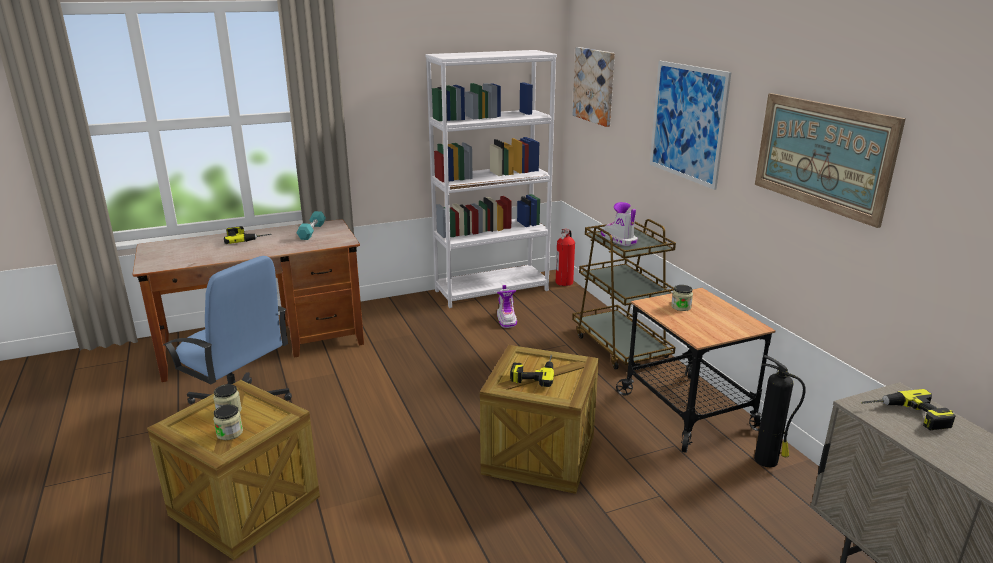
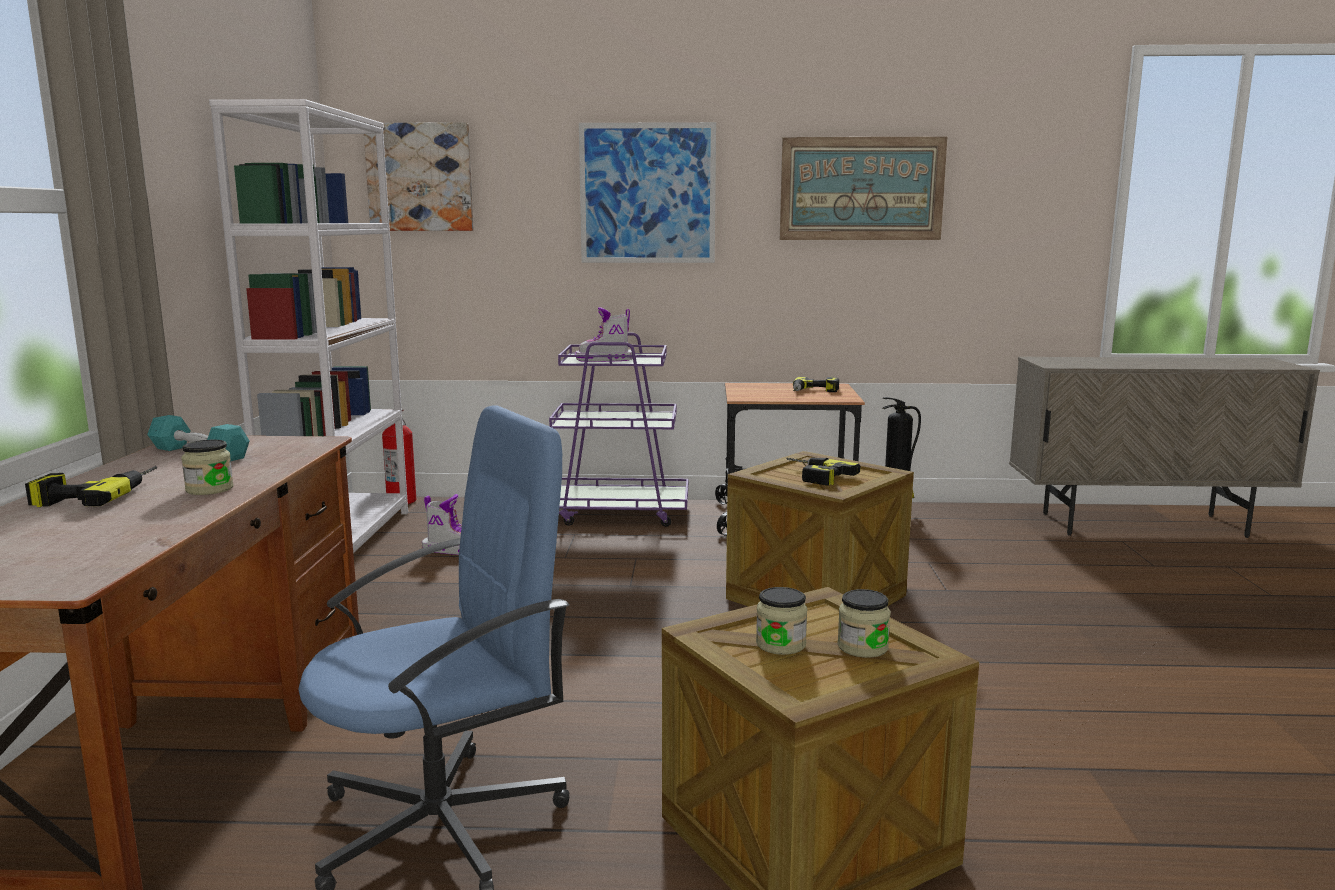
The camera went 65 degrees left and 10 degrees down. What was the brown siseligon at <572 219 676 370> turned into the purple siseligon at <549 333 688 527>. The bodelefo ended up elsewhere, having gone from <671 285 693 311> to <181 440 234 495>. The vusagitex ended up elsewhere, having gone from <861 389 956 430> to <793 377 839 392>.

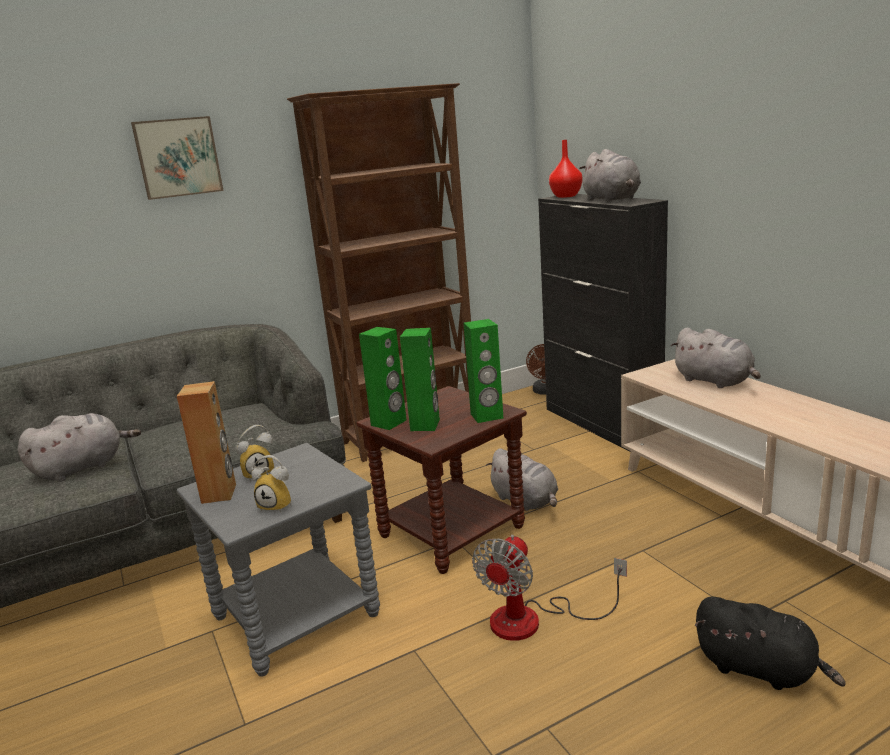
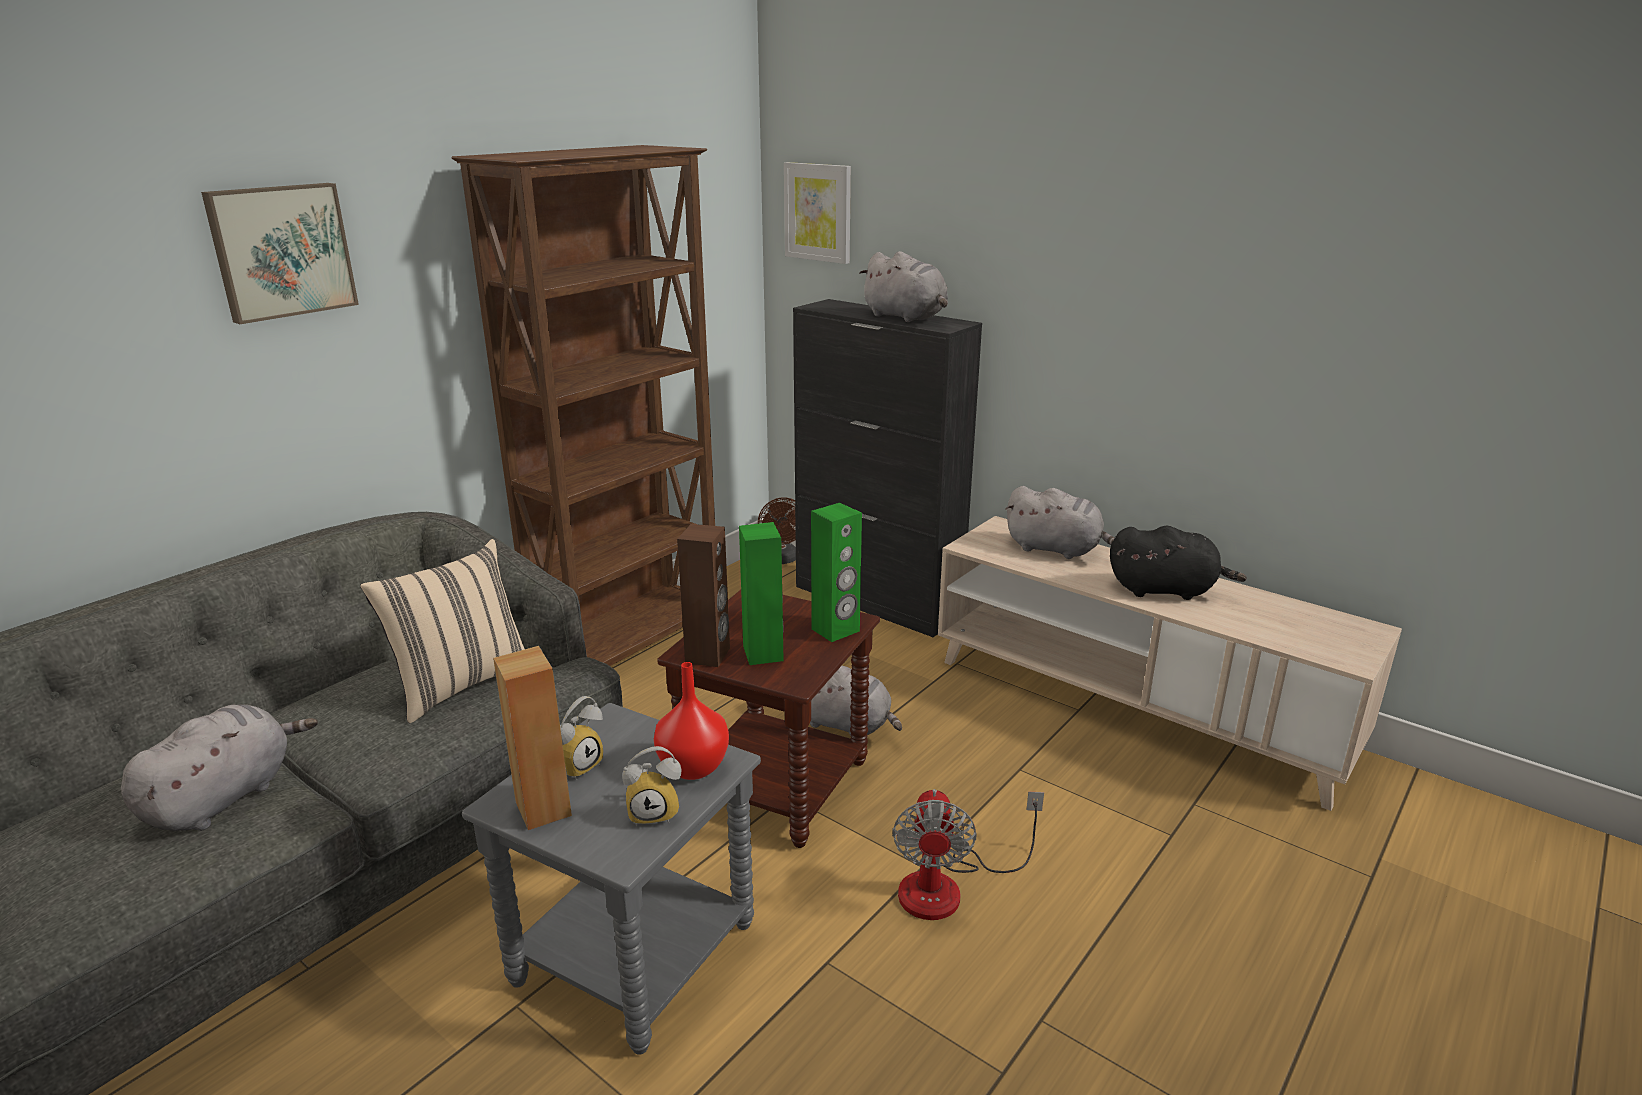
The camera went 25 degrees left and 5 degrees up. What was the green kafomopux at <359 327 406 430> turned into the brown kafomopux at <677 524 730 667>. The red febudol ended up elsewhere, having gone from <549 140 583 198> to <654 662 729 780>. The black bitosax ended up elsewhere, having gone from <694 596 846 690> to <1110 526 1247 600>. The second view gained the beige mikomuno at <360 539 525 723>. The second view gained the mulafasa at <784 162 851 264>.

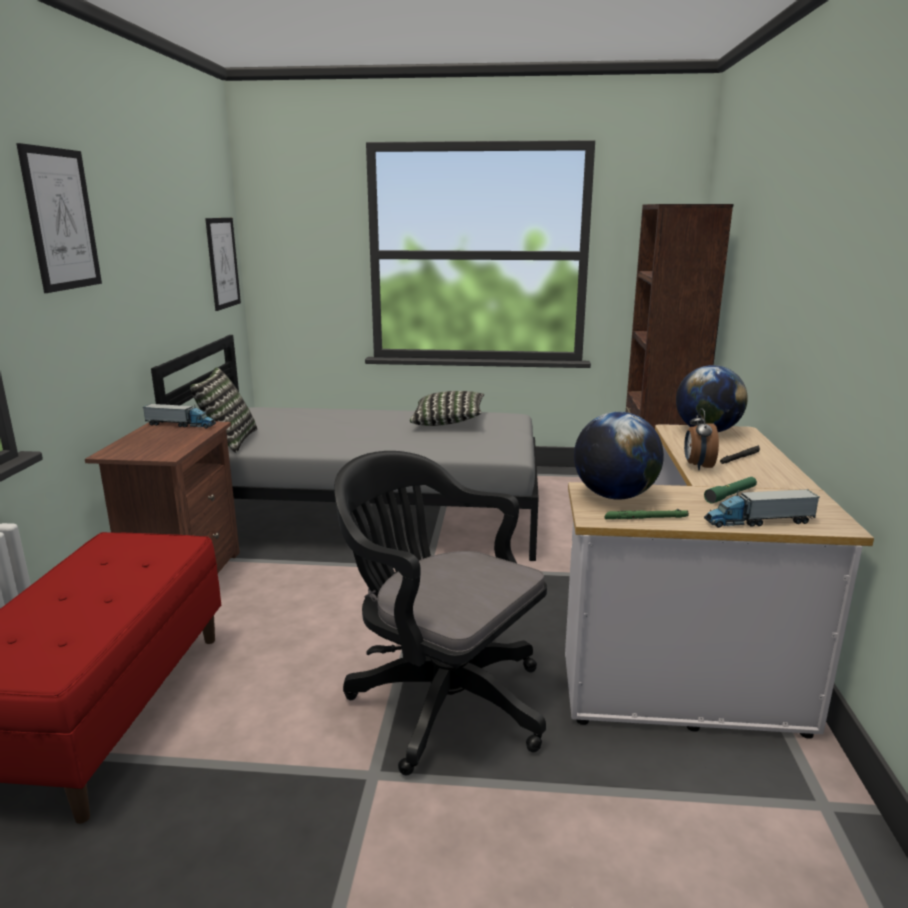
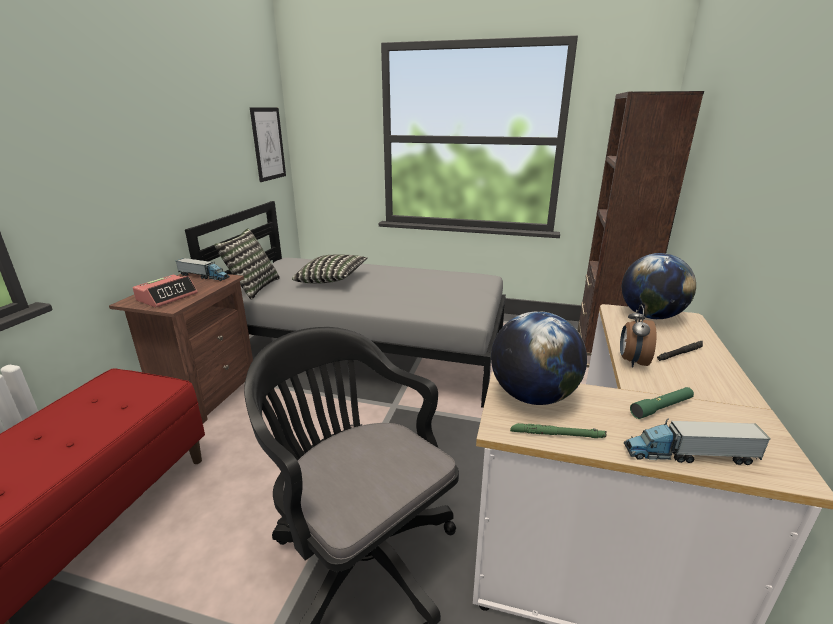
The camera went 10 degrees right and 5 degrees up. The second view lost the mulafasa at <16 143 102 293>. The mikomuno ended up elsewhere, having gone from <410 391 484 426> to <292 255 368 284>. The second view gained the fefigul at <133 275 198 307>.

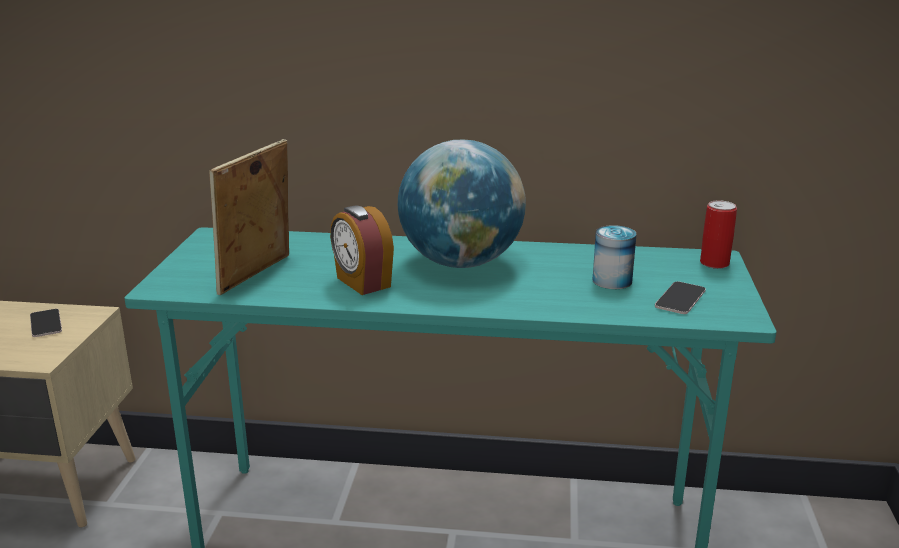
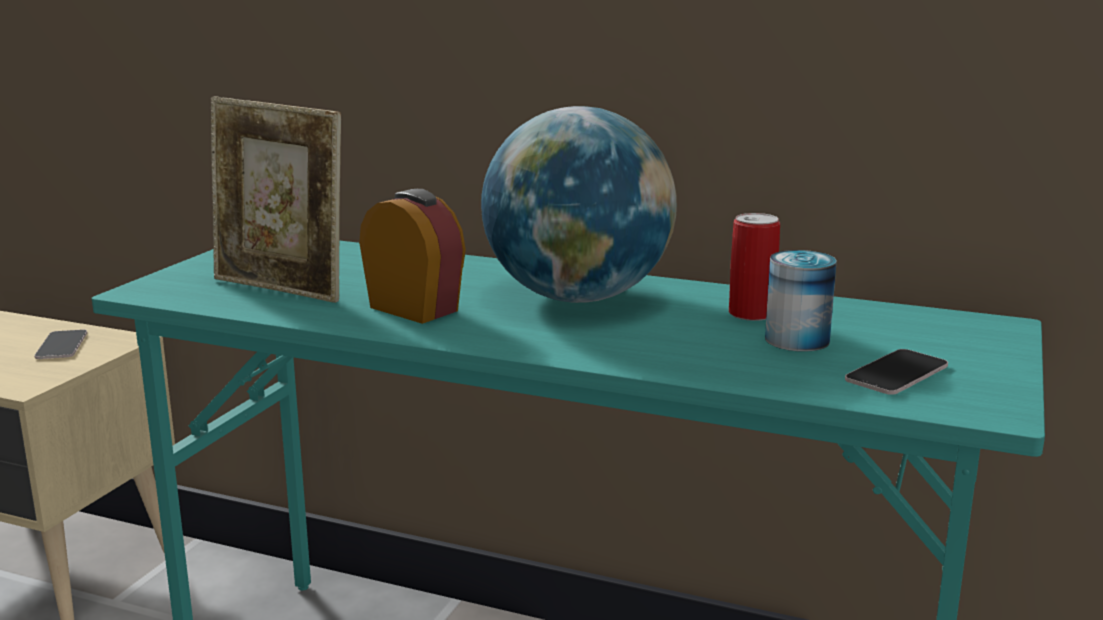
The camera went 15 degrees right and 5 degrees down. The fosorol at <209 139 289 295> ended up facing another way, 105 degrees counterclockwise from before. The fefigul at <330 205 394 295> ended up facing another way, 150 degrees clockwise from before. The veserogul ended up elsewhere, having gone from <700 200 737 269> to <729 213 780 321>.

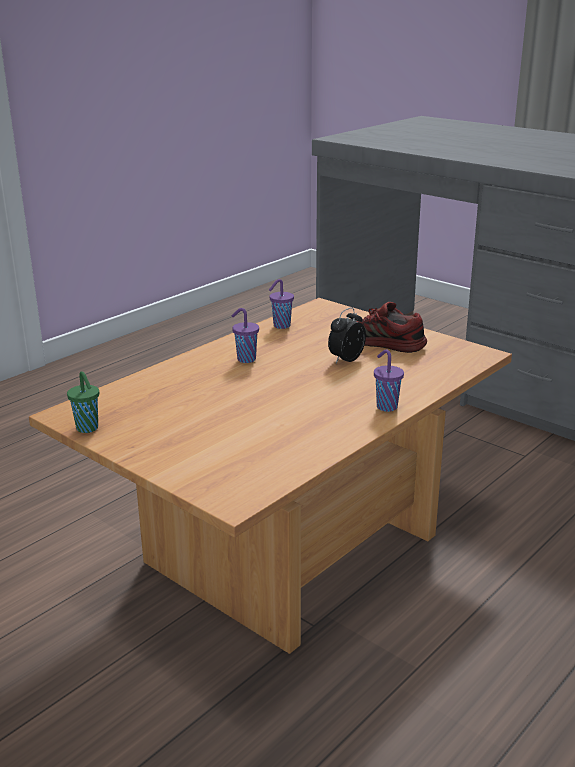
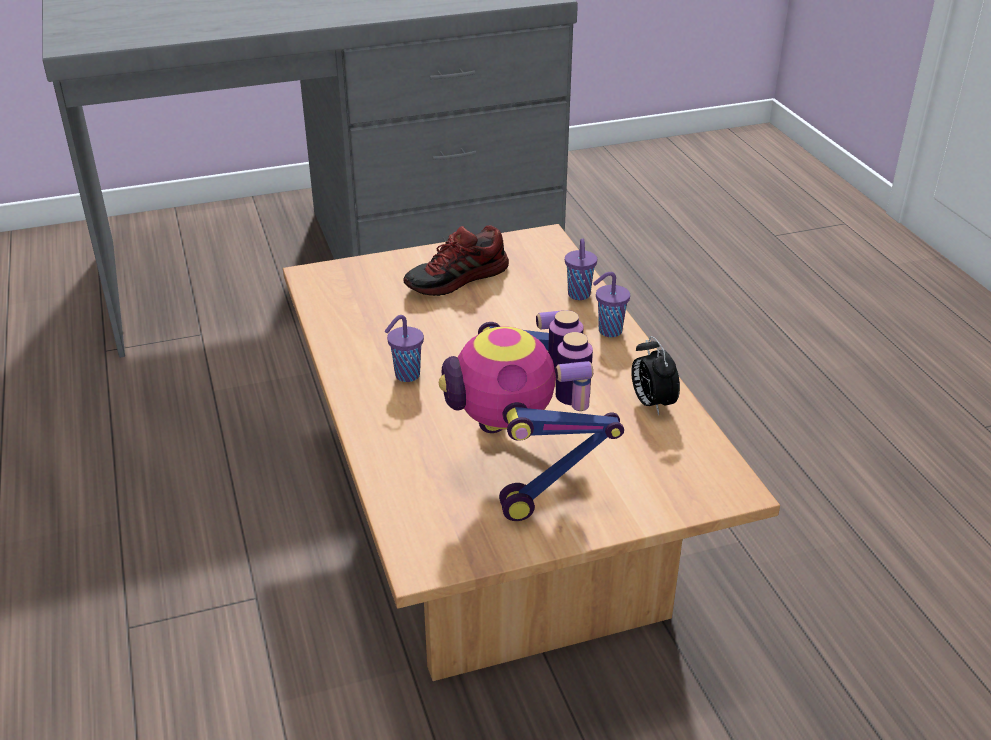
The camera went 60 degrees left and 10 degrees up. The second view lost the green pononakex at <67 371 99 433>. The purple pononakex ended up elsewhere, having gone from <269 279 294 329> to <565 238 597 300>. The fefigul ended up elsewhere, having gone from <328 308 366 363> to <631 336 680 415>. The second view gained the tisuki at <439 310 624 521>.

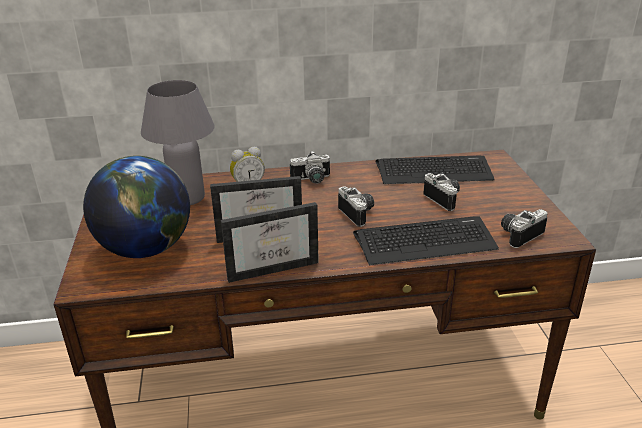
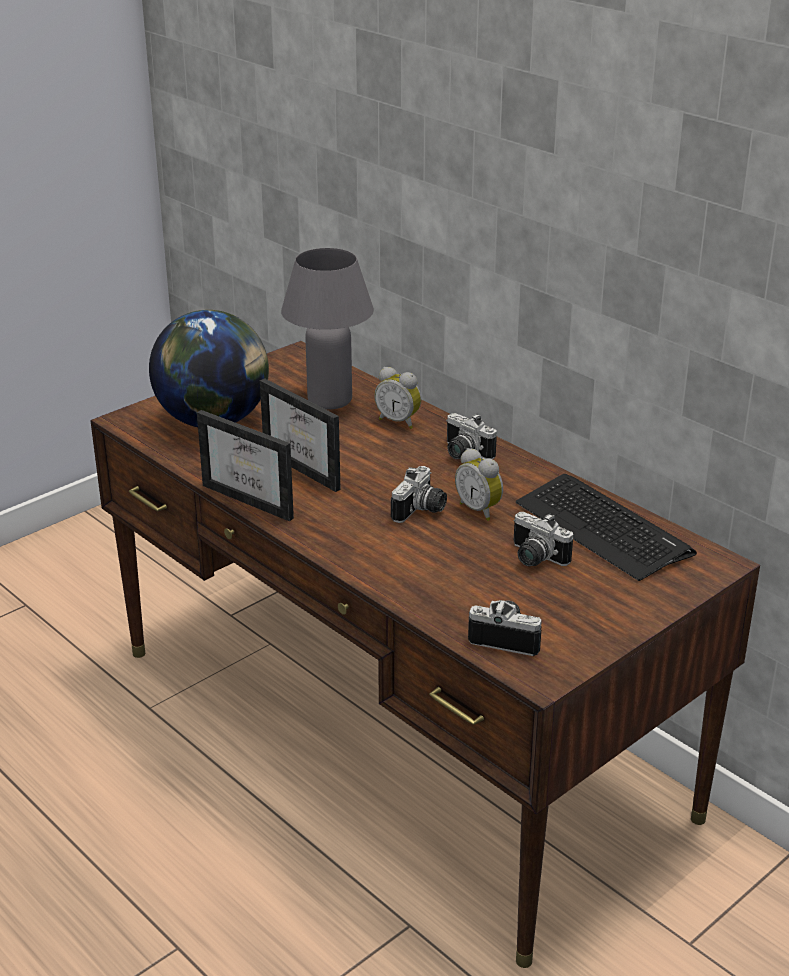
The camera went 55 degrees right and 0 degrees up. The second view lost the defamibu at <353 217 499 265>. The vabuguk at <423 173 460 211> ended up facing another way, 105 degrees clockwise from before. The second view gained the fefigul at <455 448 503 521>.

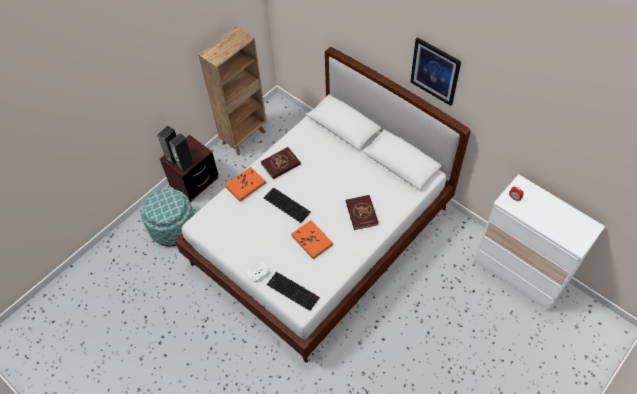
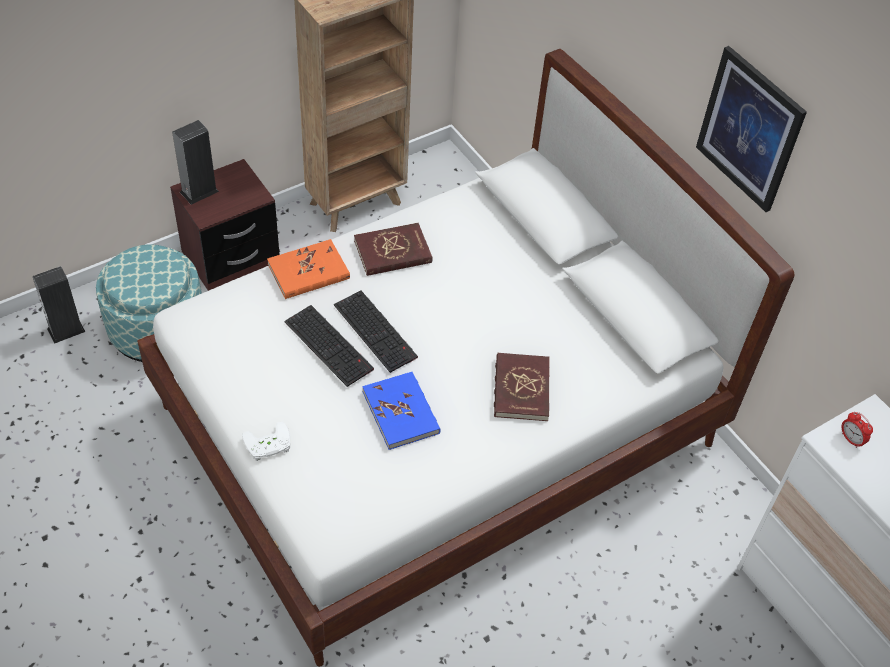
The camera went 10 degrees right and 5 degrees down. The kafomopux ended up elsewhere, having gone from <169 133 195 172> to <32 266 85 344>. The defamibu ended up elsewhere, having gone from <267 272 320 311> to <285 305 374 387>. What was the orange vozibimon at <291 220 333 259> turned into the blue vozibimon at <362 371 441 450>.

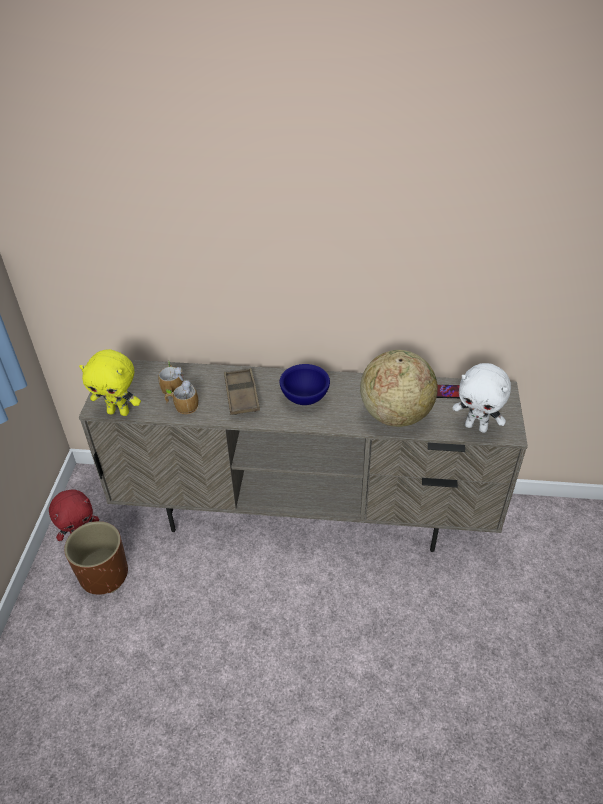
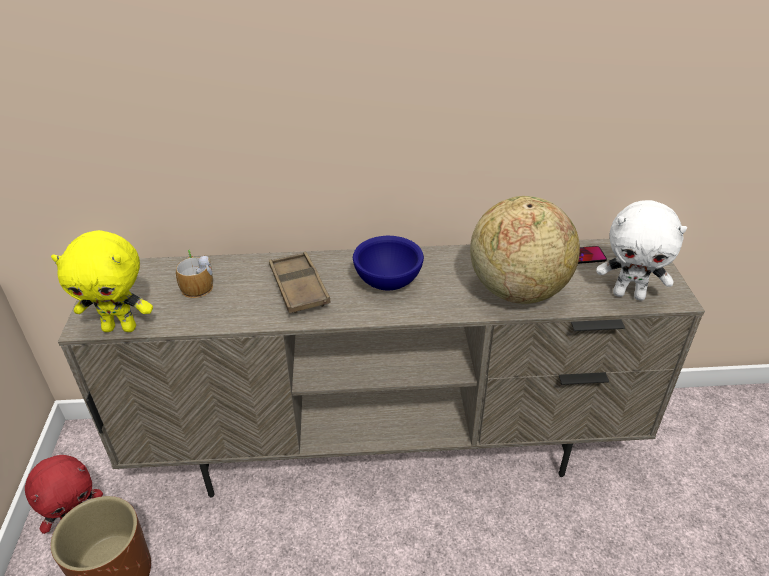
The camera went 10 degrees left and 5 degrees down. The second view lost the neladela at <164 380 198 414>.

